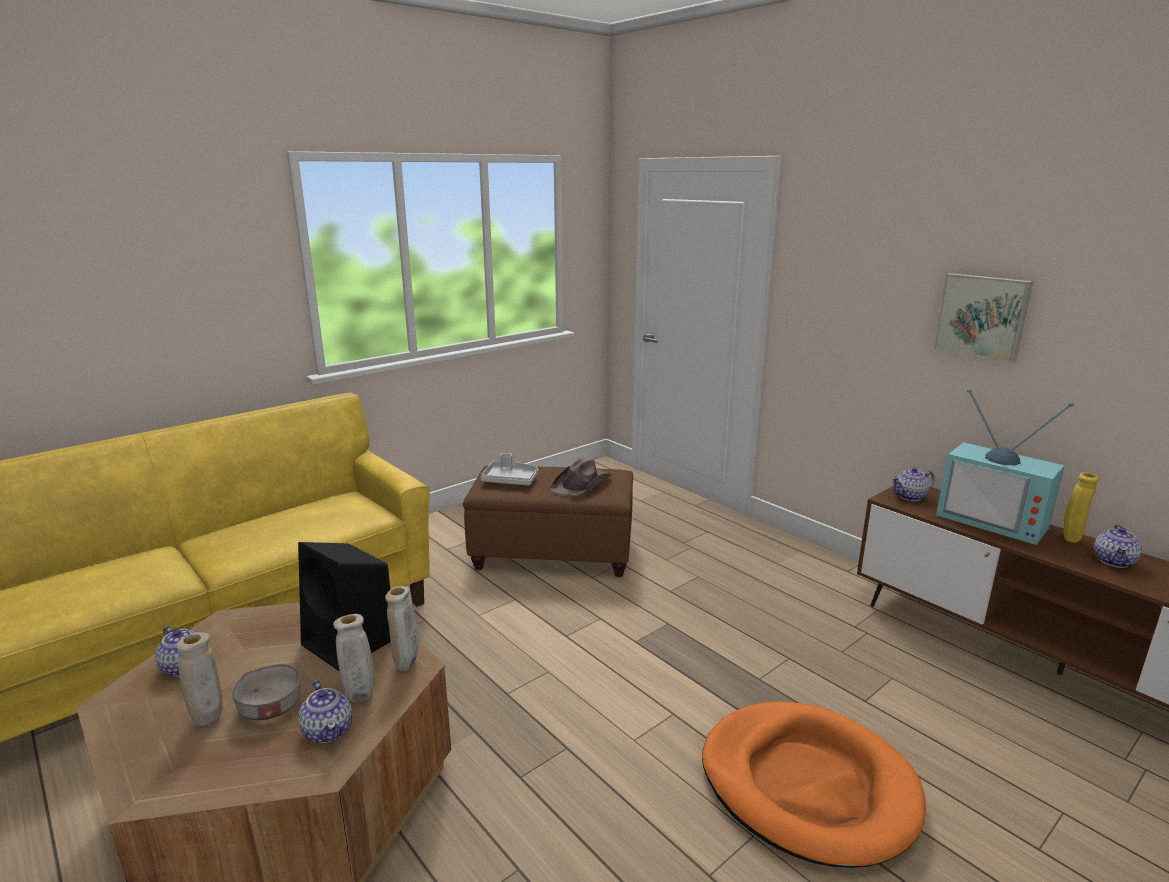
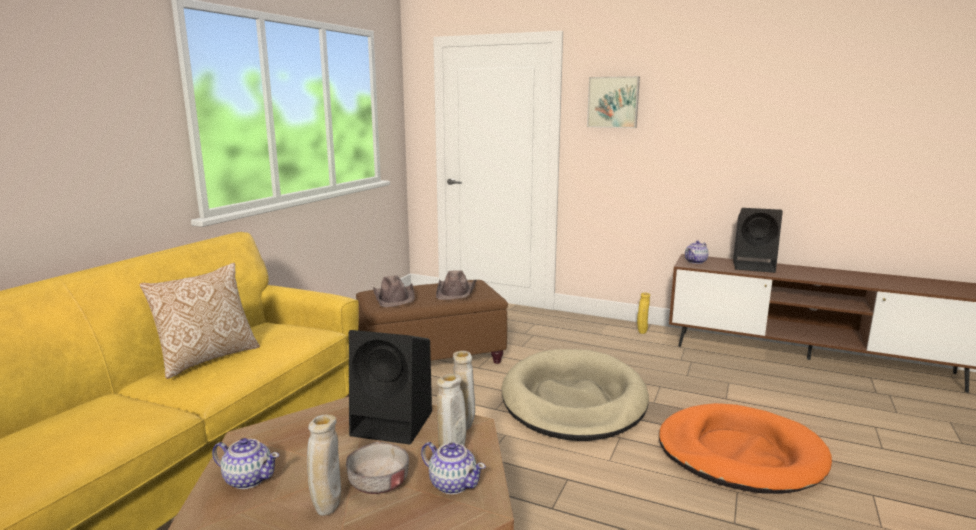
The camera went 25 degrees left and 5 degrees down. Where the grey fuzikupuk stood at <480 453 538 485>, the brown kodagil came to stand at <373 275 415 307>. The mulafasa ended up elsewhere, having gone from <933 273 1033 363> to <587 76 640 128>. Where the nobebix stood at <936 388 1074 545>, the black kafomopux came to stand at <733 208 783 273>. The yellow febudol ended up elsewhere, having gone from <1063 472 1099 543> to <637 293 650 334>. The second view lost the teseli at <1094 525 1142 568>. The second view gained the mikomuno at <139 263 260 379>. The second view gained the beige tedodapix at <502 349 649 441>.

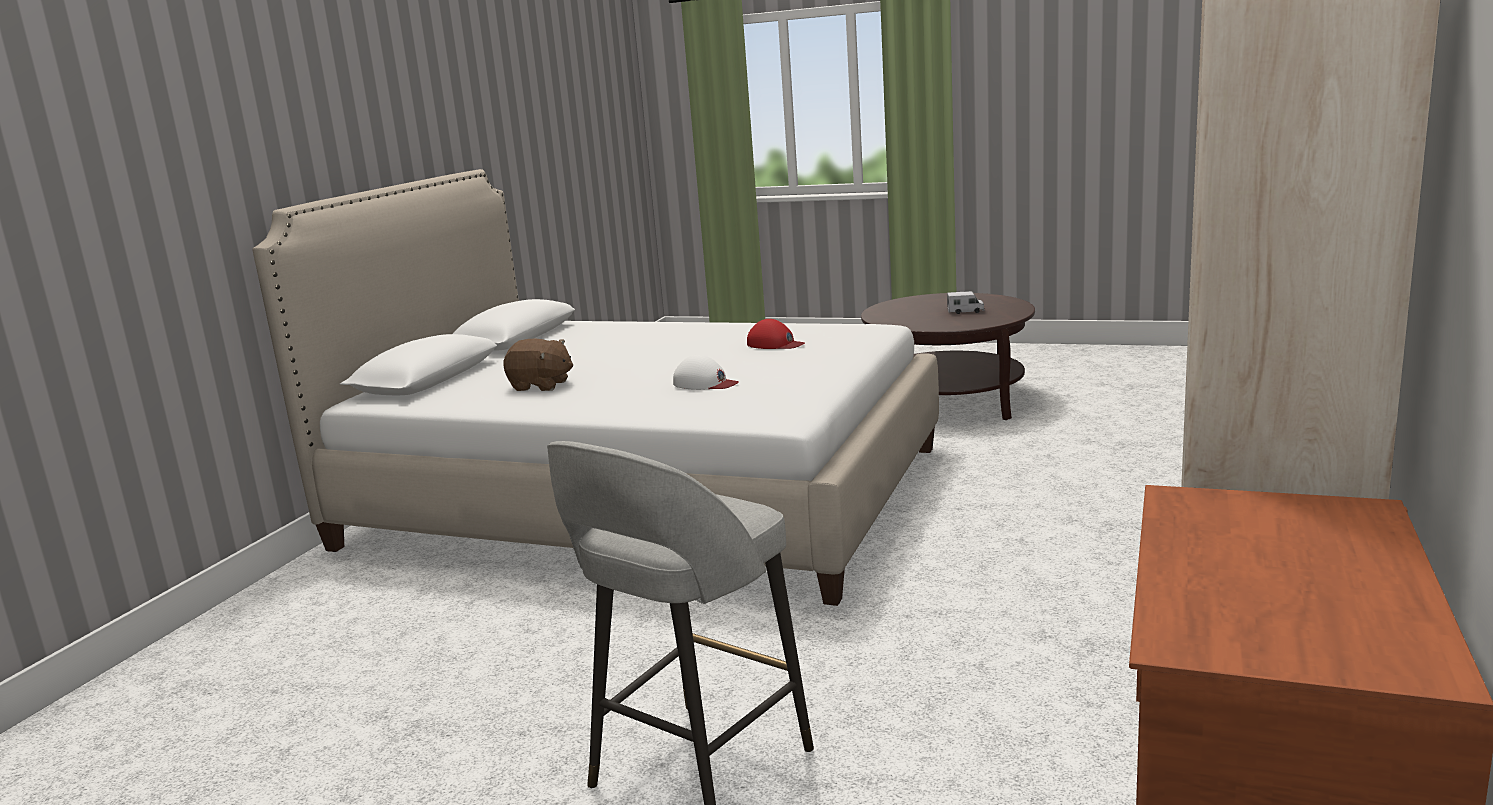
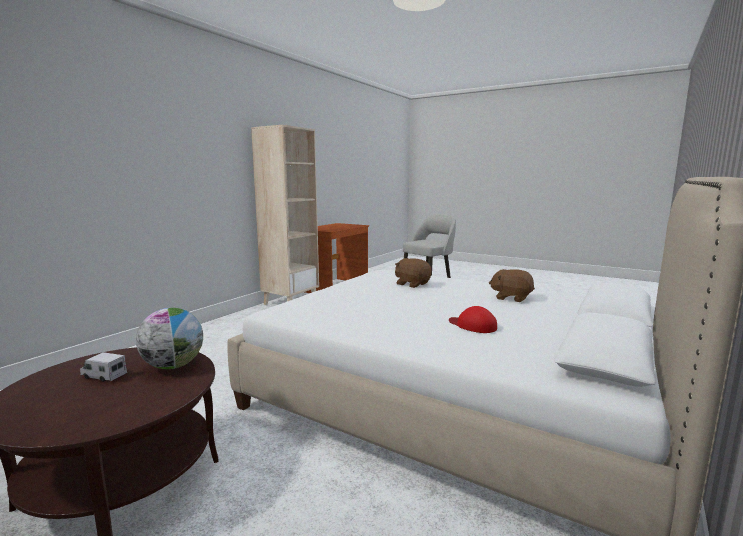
The camera went 170 degrees left and 5 degrees down. Where the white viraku stood at <673 355 739 390>, the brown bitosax came to stand at <395 258 432 288>. The red viraku ended up elsewhere, having gone from <747 319 805 349> to <449 306 497 333>. The second view gained the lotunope at <136 308 203 369>.

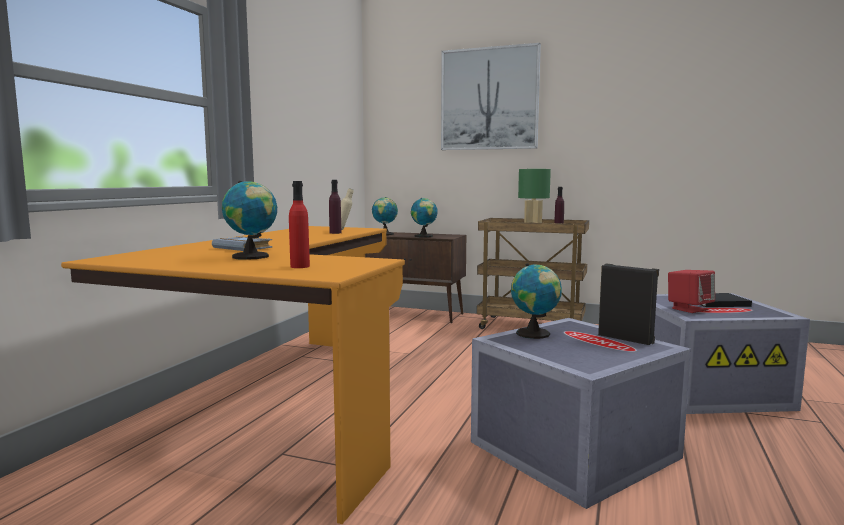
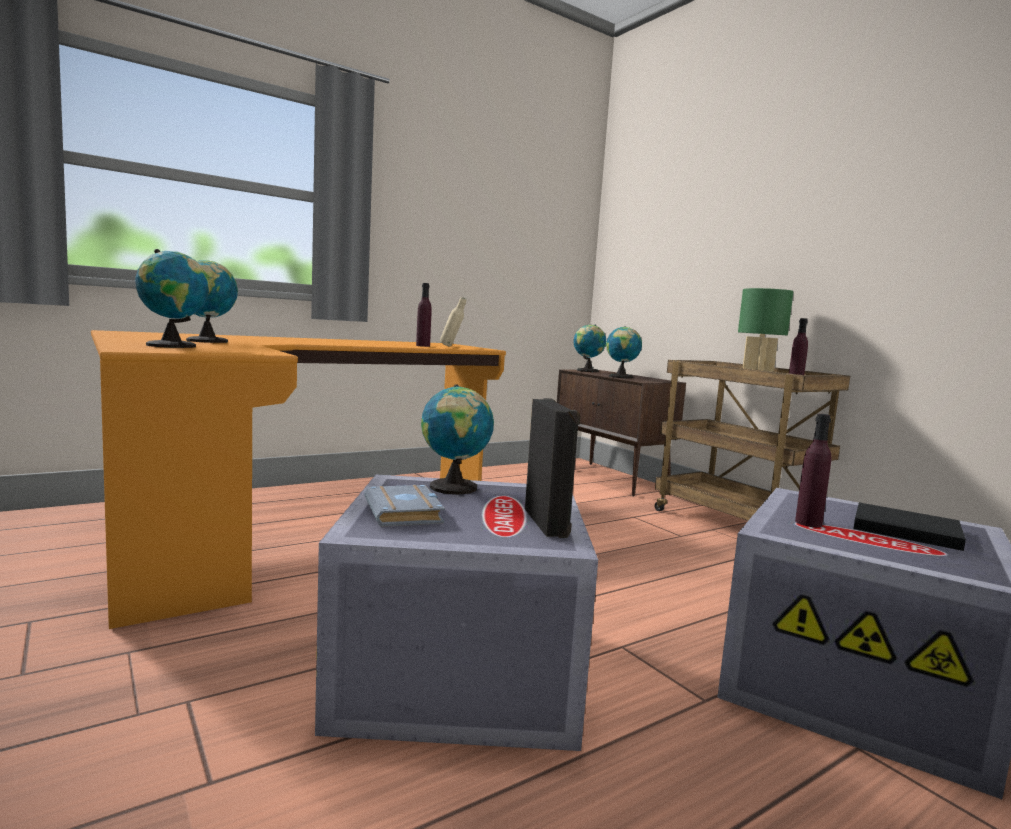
The camera went 35 degrees right and 0 degrees up. The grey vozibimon ended up elsewhere, having gone from <212 236 273 251> to <364 485 445 527>. Where the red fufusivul stood at <289 181 310 268>, the lotunope came to stand at <135 249 210 348>. The second view lost the mulafasa at <441 43 541 150>. Where the red kafomopux stood at <668 270 715 313>, the purple fufusivul came to stand at <795 414 831 527>.

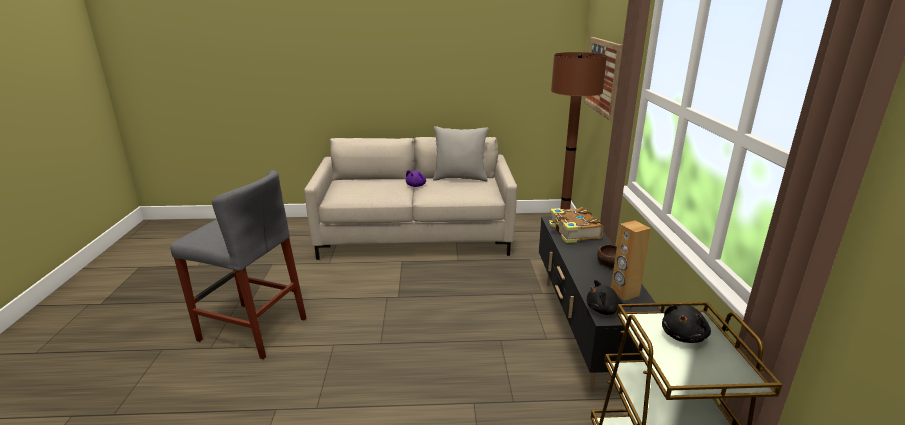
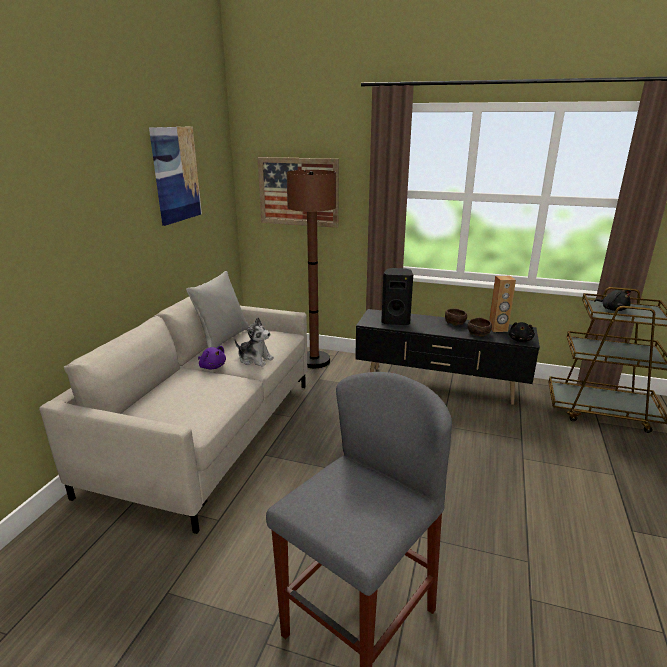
The camera went 70 degrees left and 0 degrees up. Where the vozibimon stood at <549 207 603 243>, the black kafomopux came to stand at <381 268 413 325>. The second view gained the mulafasa at <149 127 202 226>. The second view gained the bitosax at <234 317 274 367>. The second view gained the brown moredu at <468 318 492 337>.

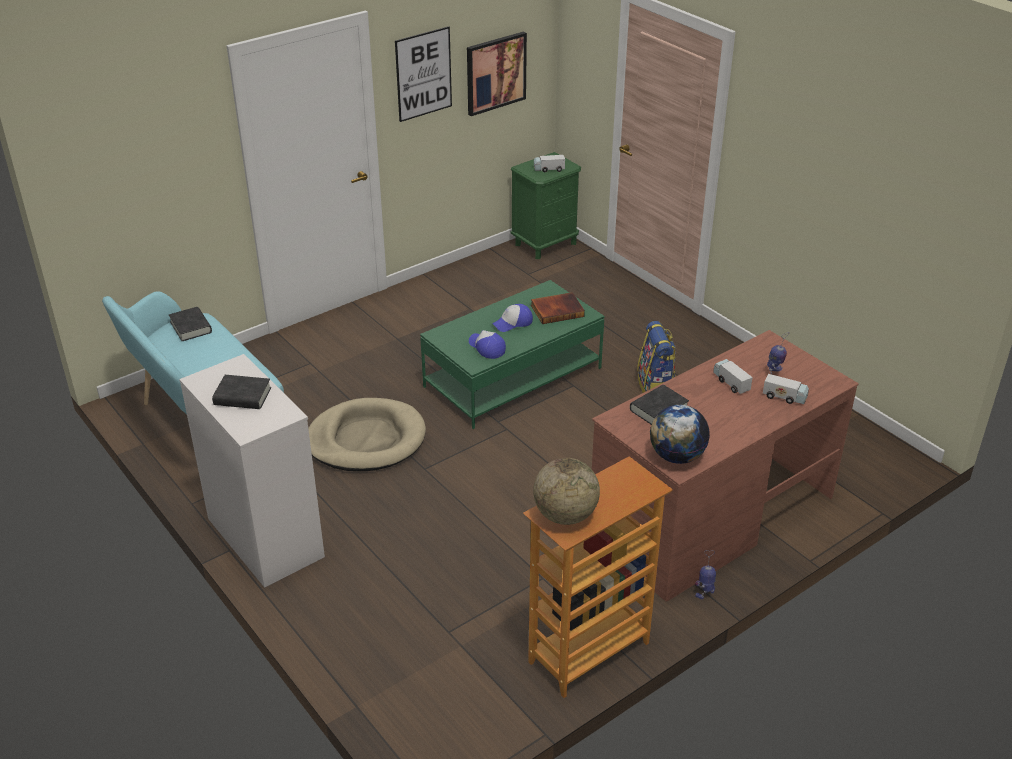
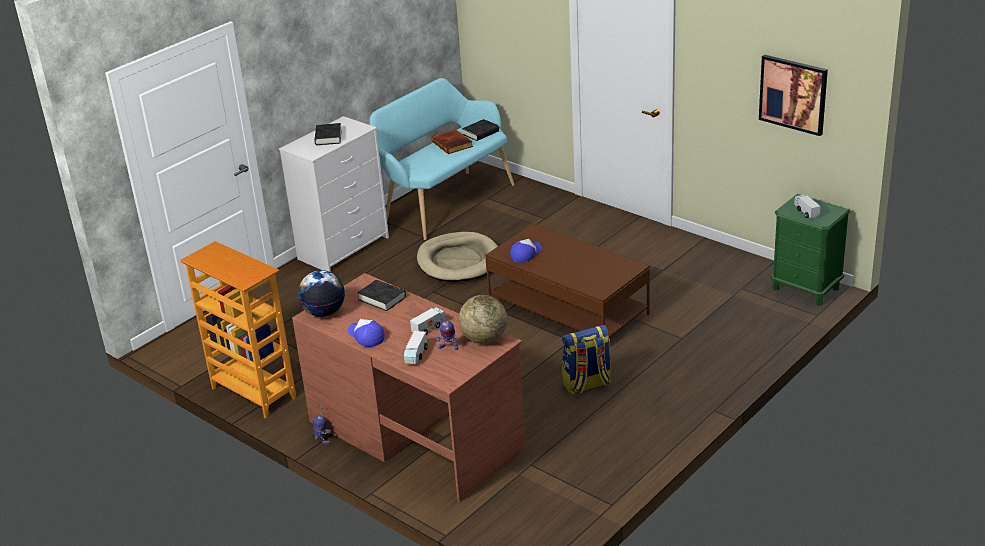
The camera went 80 degrees right and 5 degrees down. The second view lost the mulafasa at <395 26 452 122>. What was the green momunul at <420 280 605 429> turned into the brown momunul at <485 224 650 338>. The viraku ended up elsewhere, having gone from <492 304 533 332> to <348 319 385 347>. The vozibimon ended up elsewhere, having gone from <531 292 585 324> to <432 129 473 154>. The lotunope ended up elsewhere, having gone from <533 458 600 525> to <459 295 507 344>.

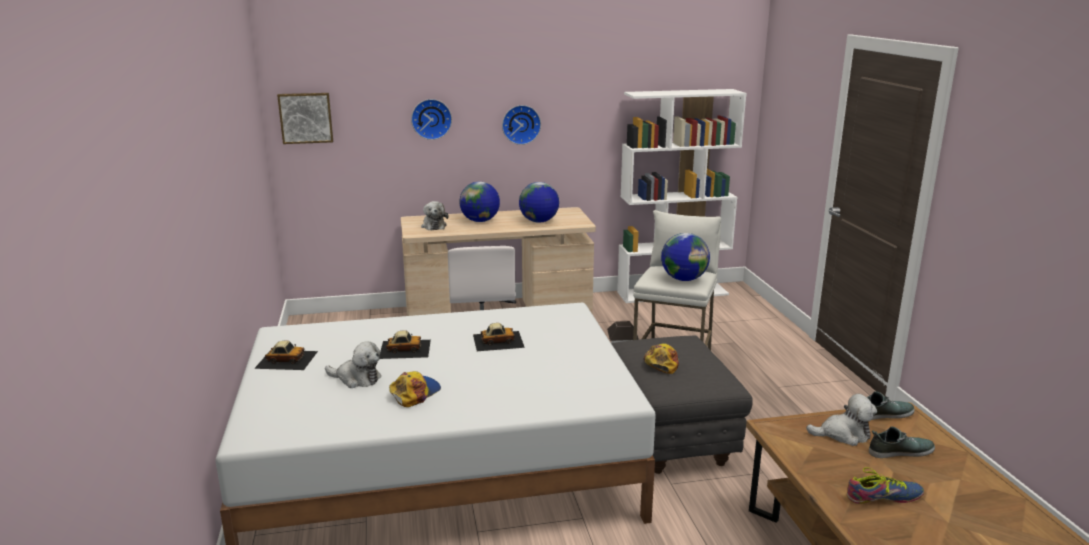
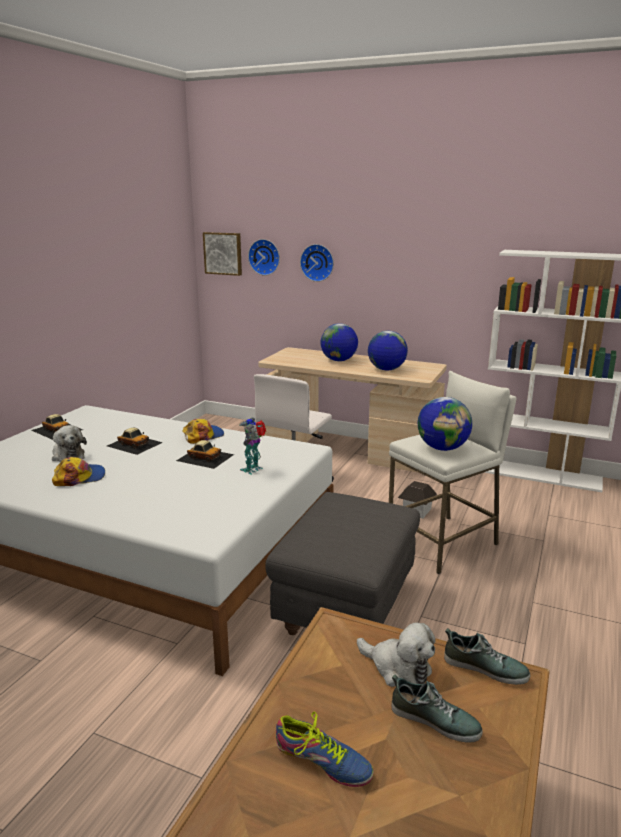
The camera went 35 degrees right and 0 degrees up. The second view lost the bitosax at <421 201 449 231>. The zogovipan ended up elsewhere, having gone from <502 105 541 145> to <248 239 280 276>. The viraku ended up elsewhere, having gone from <643 343 679 374> to <182 419 224 444>. The second view gained the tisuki at <240 418 266 475>.

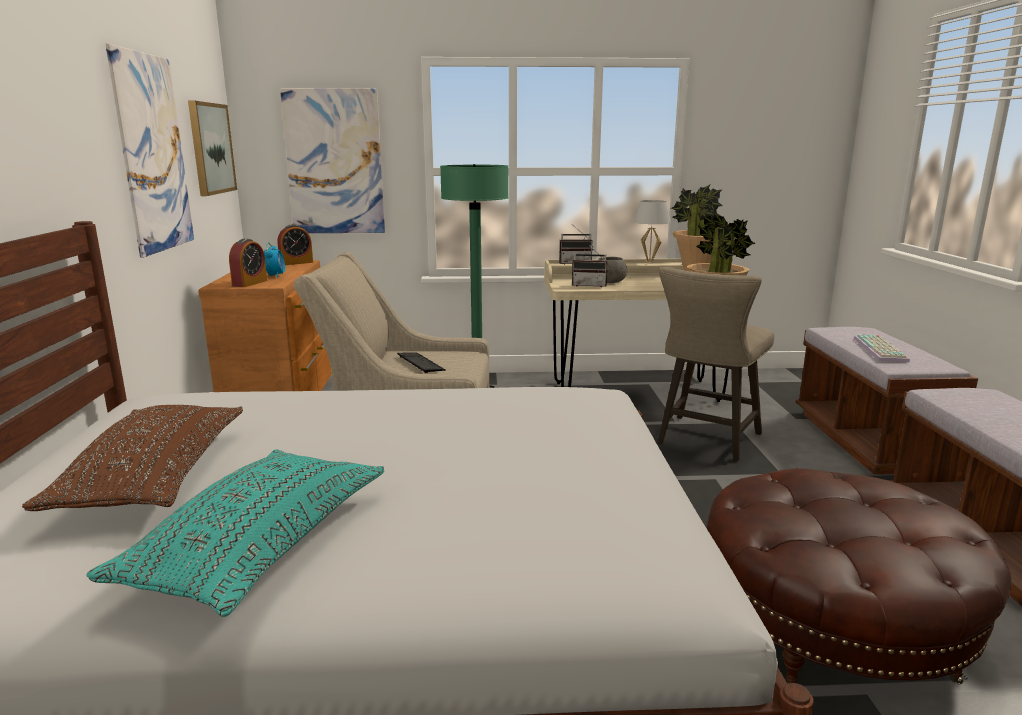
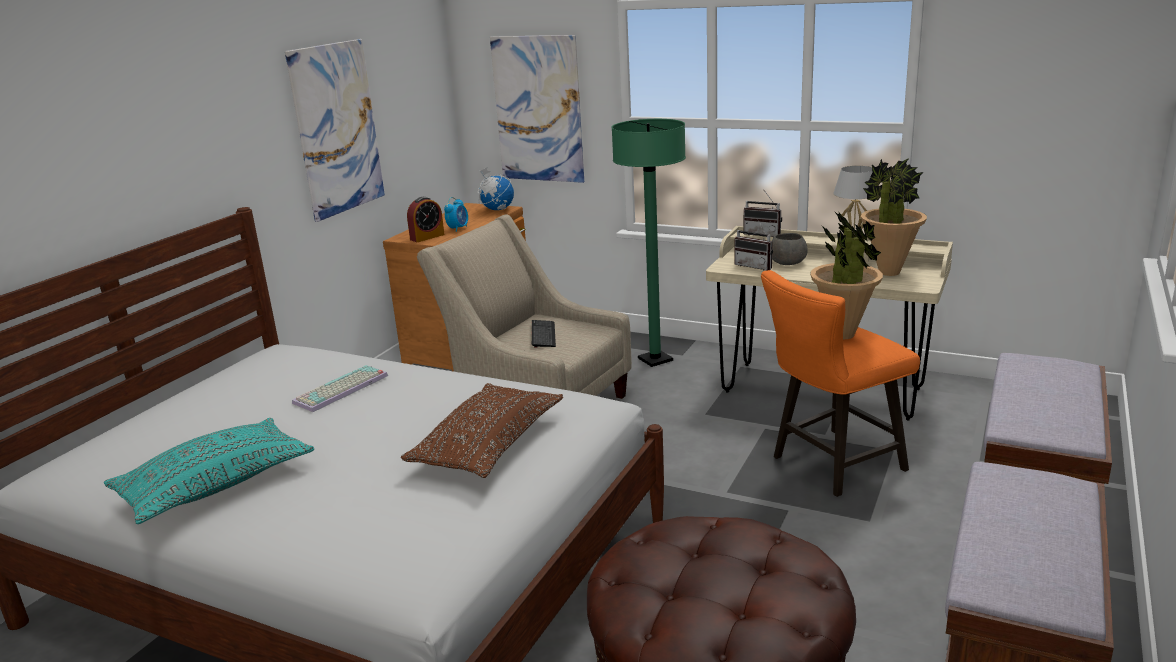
The camera went 30 degrees right and 5 degrees up. The brown mikomuno ended up elsewhere, having gone from <22 405 243 511> to <401 383 563 478>. The second view lost the mulafasa at <188 101 237 196>. Where the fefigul stood at <277 224 313 265>, the lotunope came to stand at <478 167 514 210>. What was the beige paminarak at <658 267 774 462> turned into the orange paminarak at <761 270 920 497>. The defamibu ended up elsewhere, having gone from <854 335 910 363> to <292 365 388 412>.

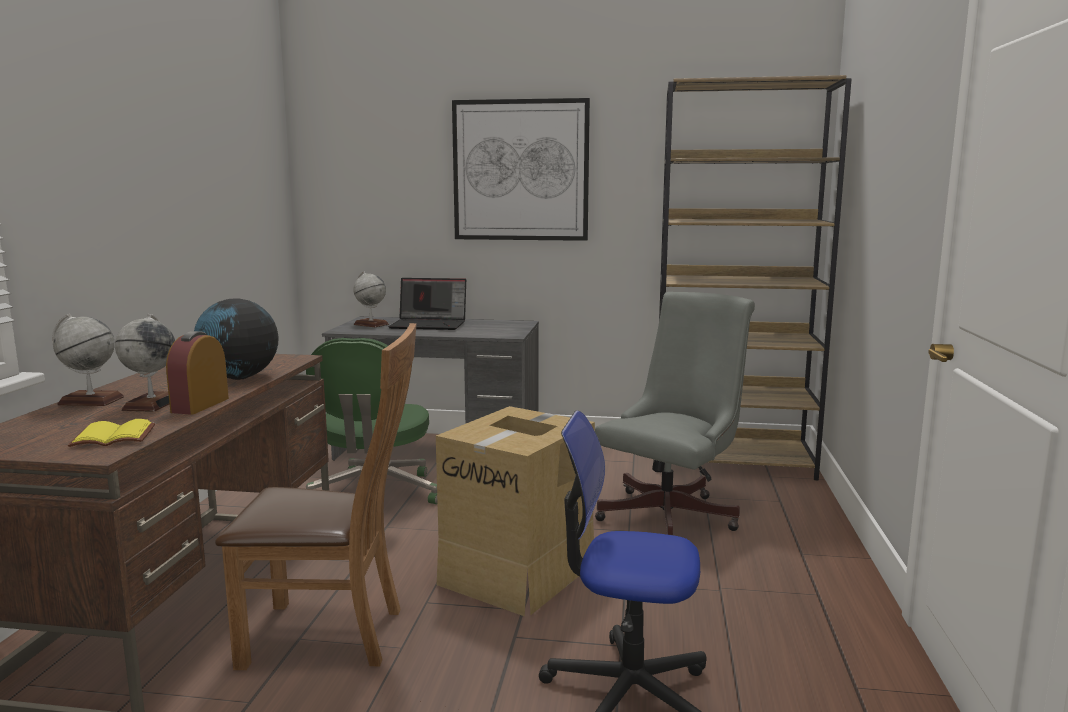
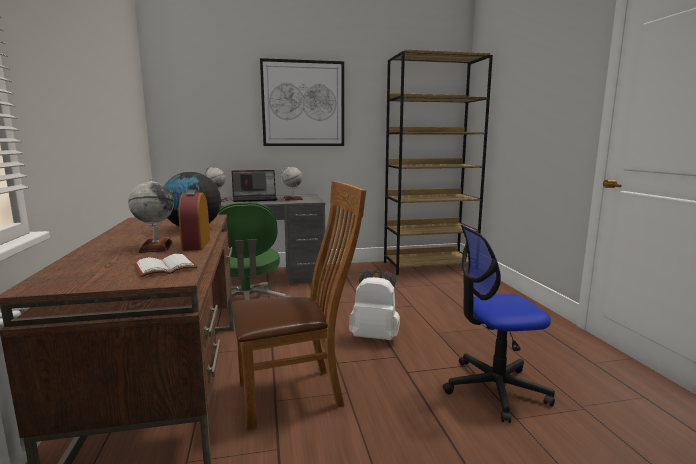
The camera went 20 degrees left and 0 degrees up. The lotunope ended up elsewhere, having gone from <52 314 124 406> to <280 166 303 201>. What was the yellow vozibimon at <68 419 155 447> turned into the white vozibimon at <134 254 198 277>. Where the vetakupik stood at <436 406 595 617>, the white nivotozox came to stand at <349 270 400 340>. The second view lost the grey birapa at <595 292 755 535>.

